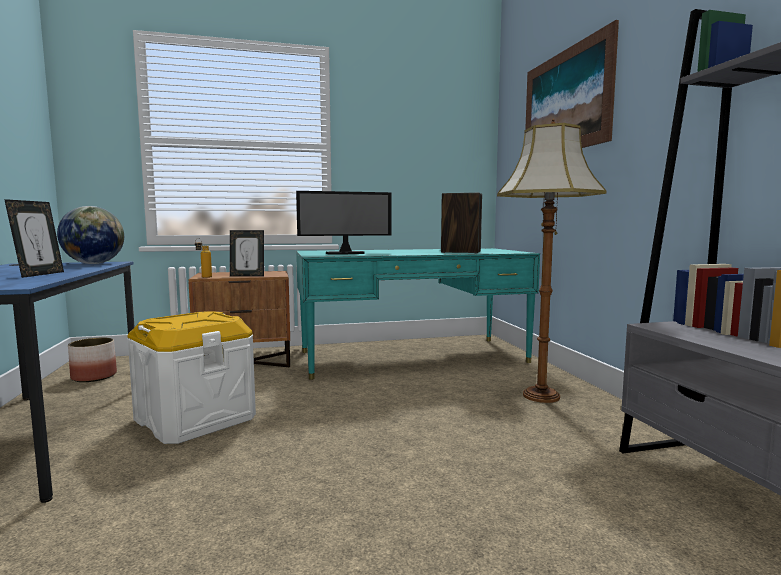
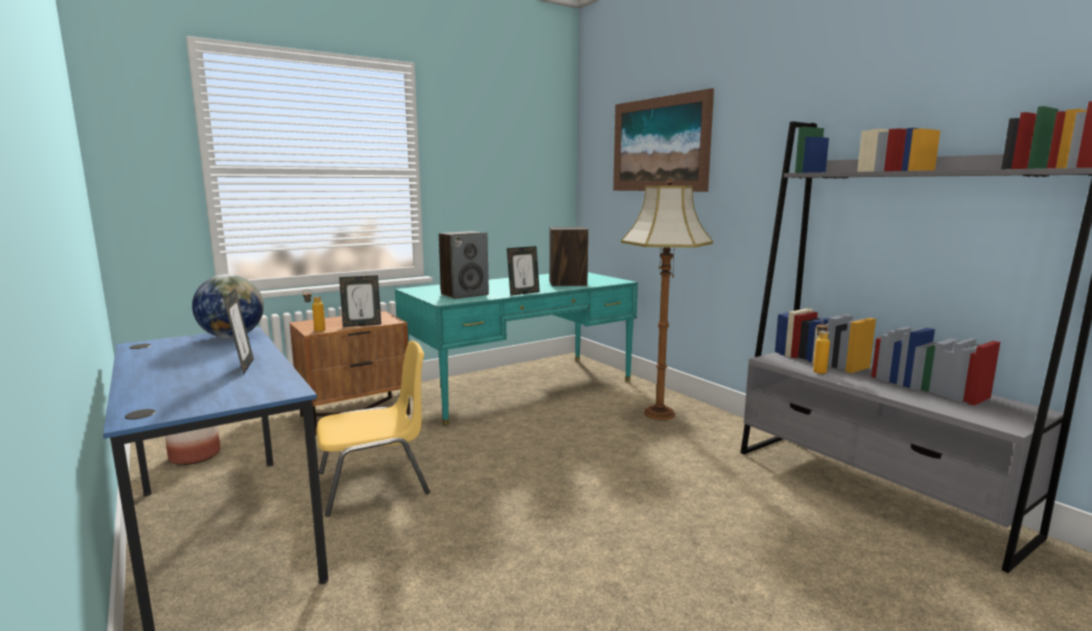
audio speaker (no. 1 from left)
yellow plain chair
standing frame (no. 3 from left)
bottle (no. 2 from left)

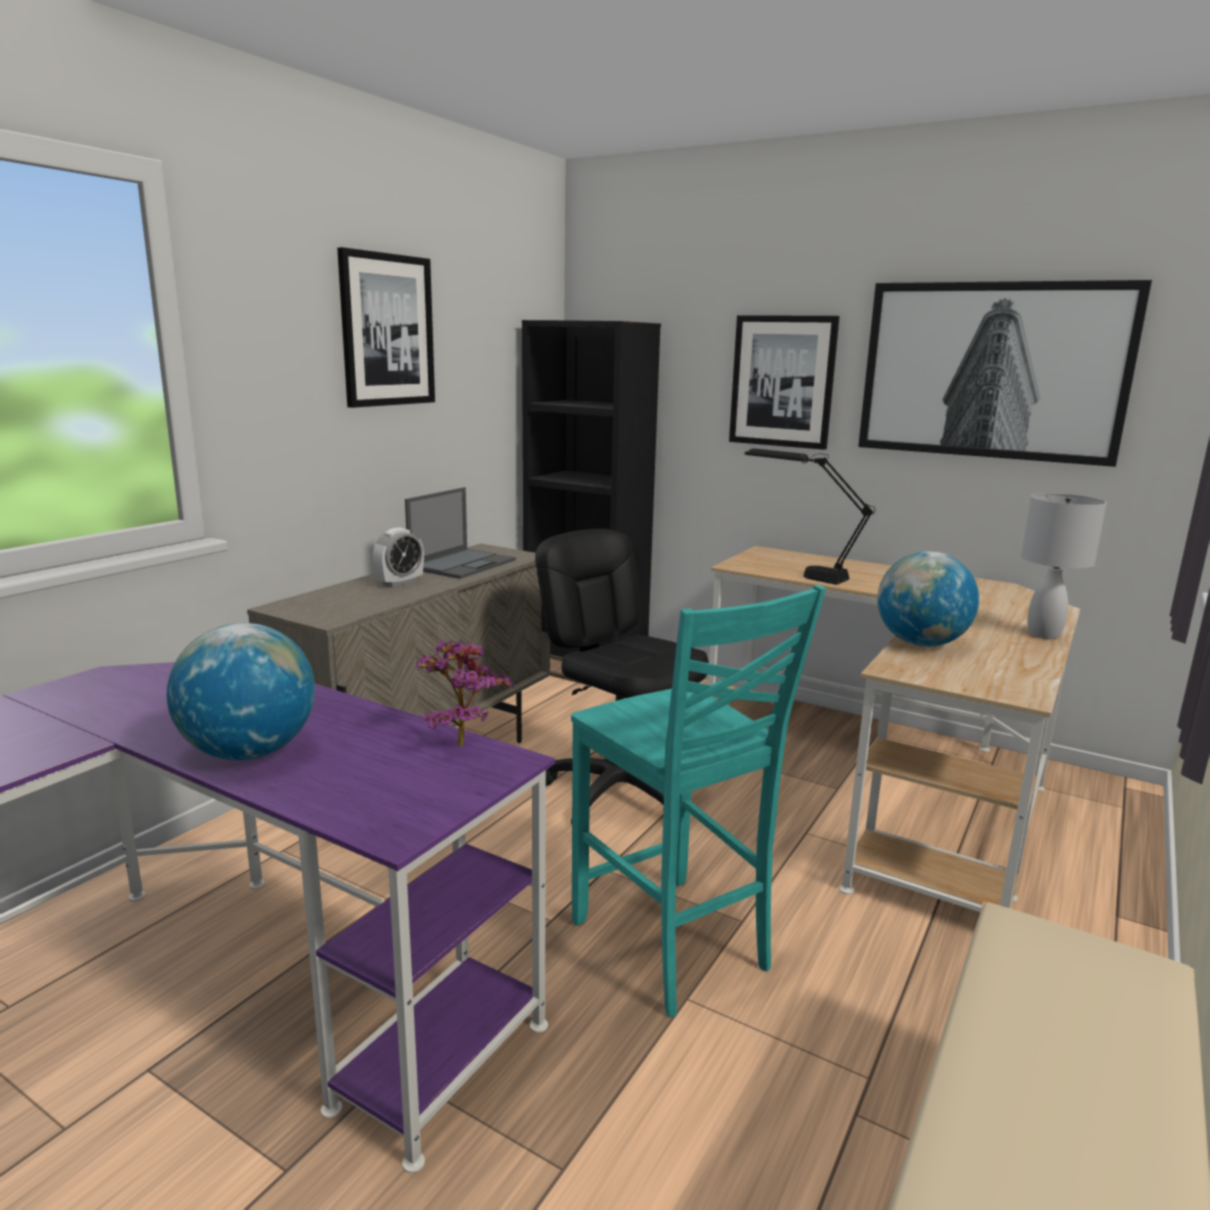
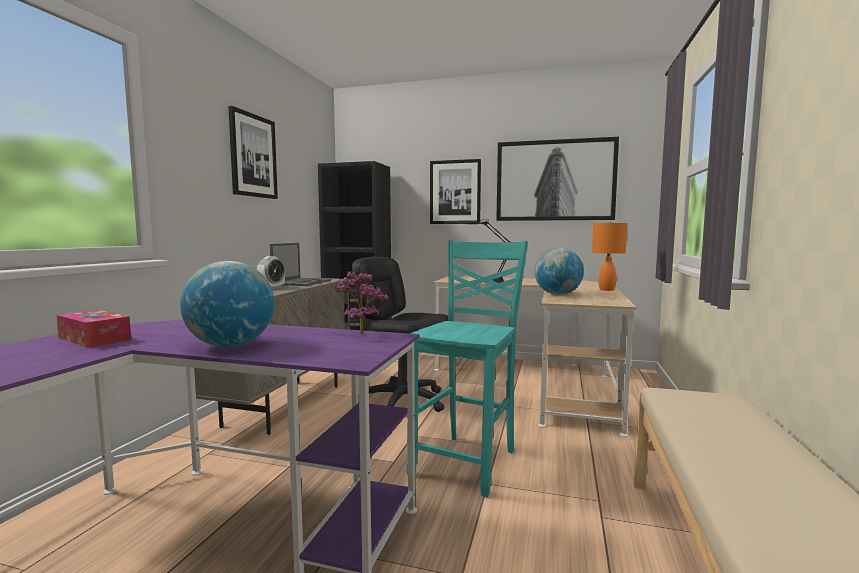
orangey tabletop lamp
turquoise-coloured plain chair
tissue box

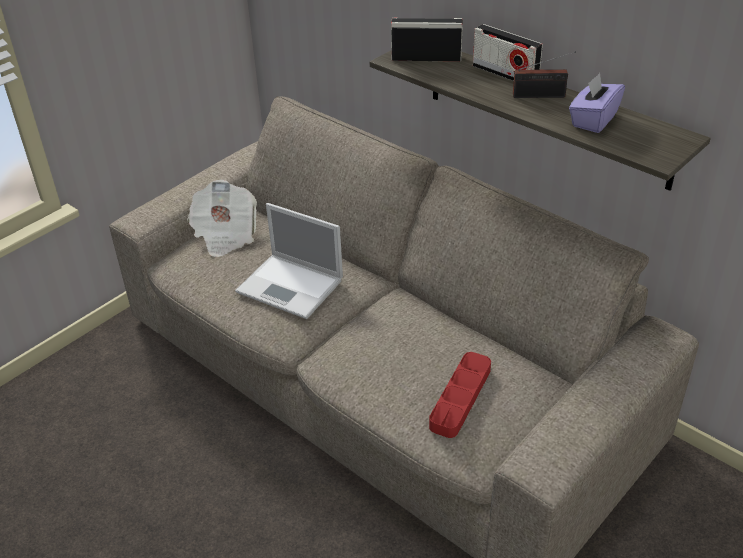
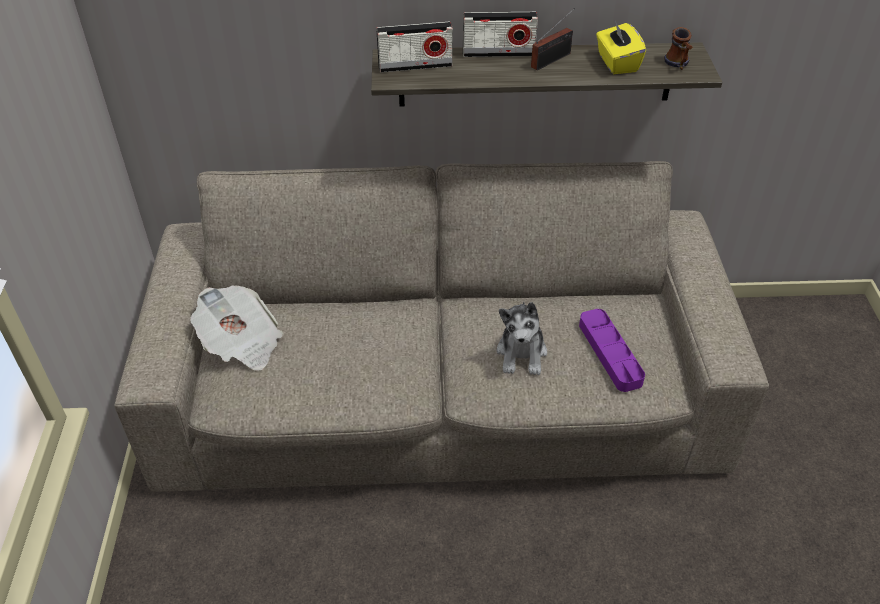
radio (no. 1 from left)
yellow tissue box
portable computer
purple-coloured tray
mug
plush toy

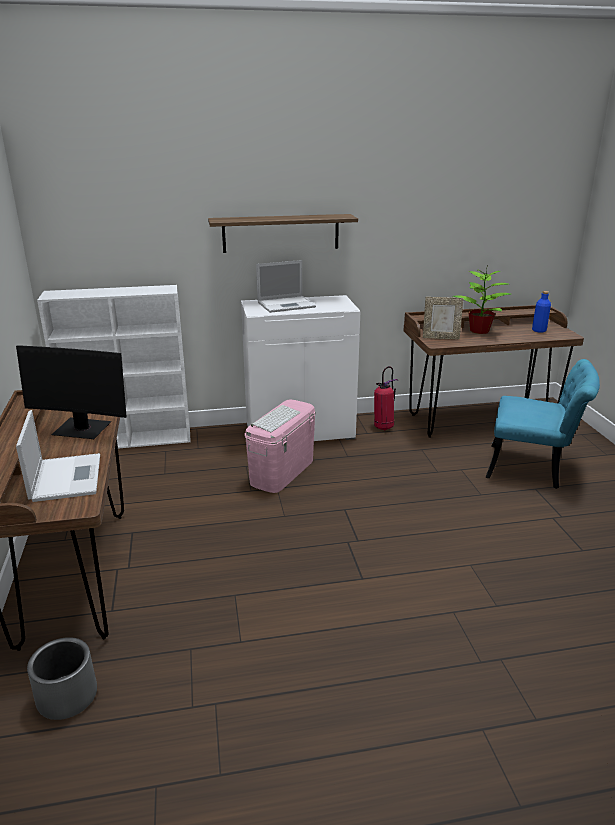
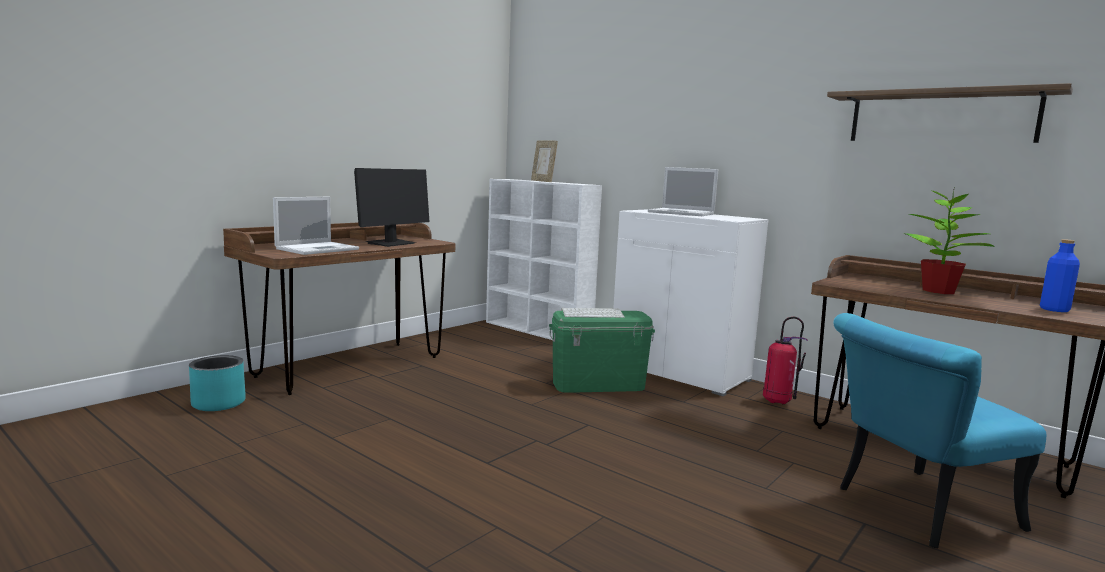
bracket shelf
standing frame
computer screen
turquoise-coloured plain chair
green storage container
turquoise-coloured planter

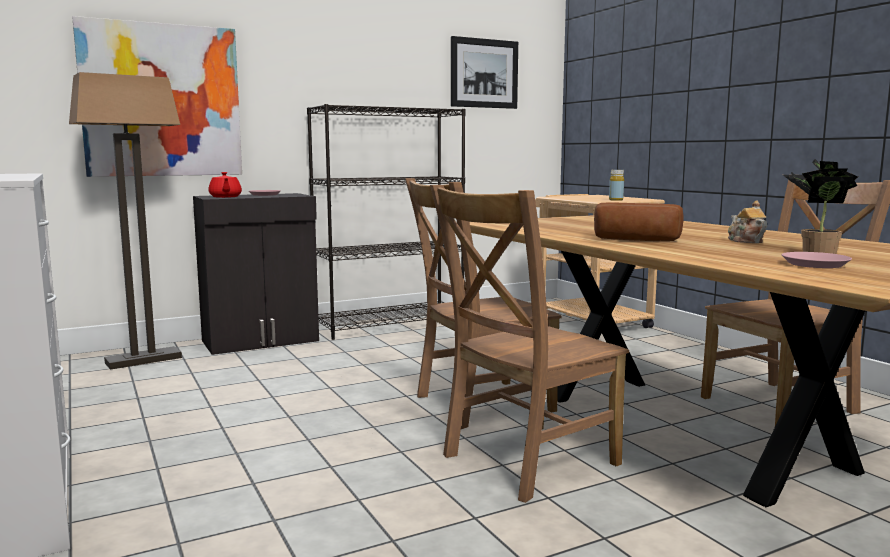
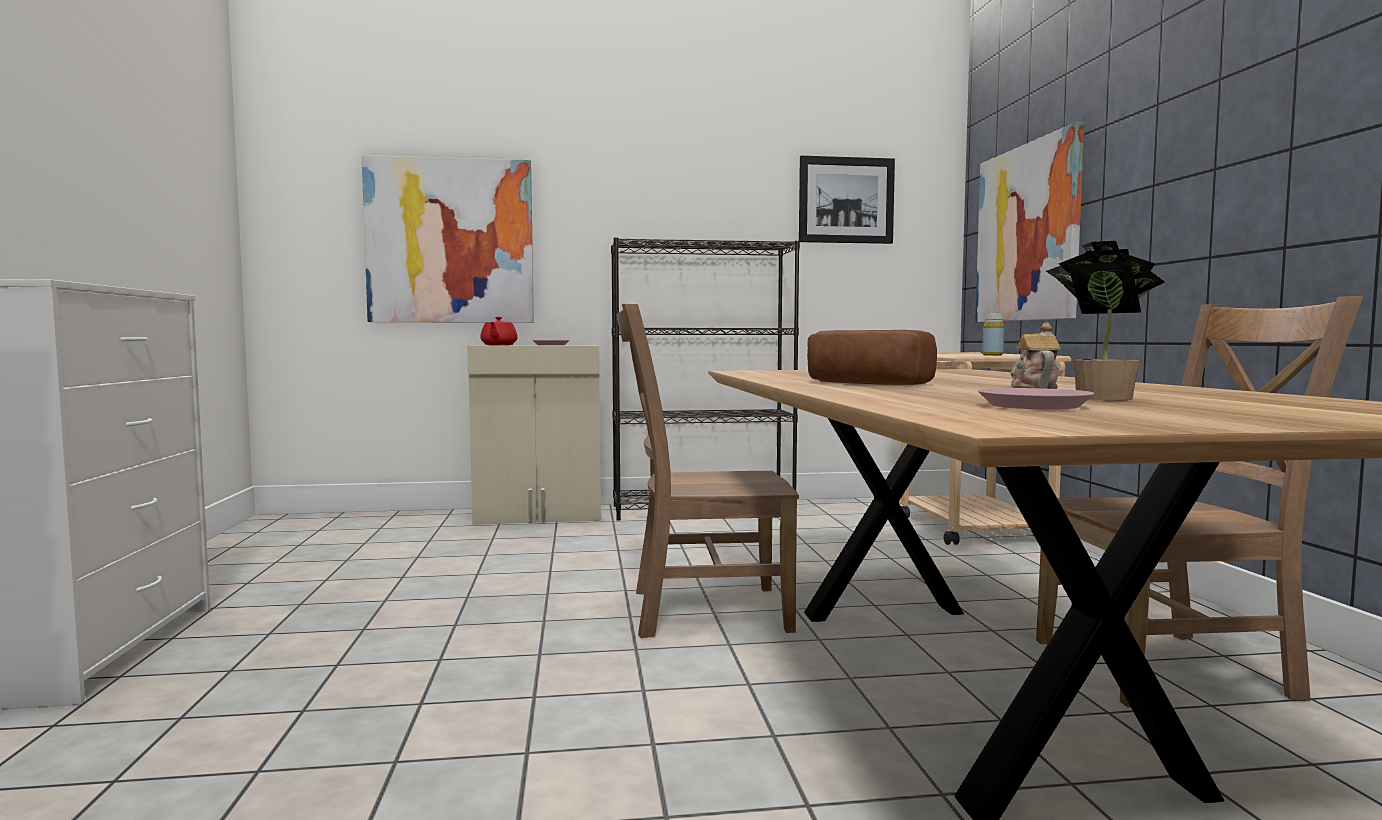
floor lamp
brownish plain chair (no. 2 from left in the first image)
beige storage cabinet
wall art (no. 3 from left)

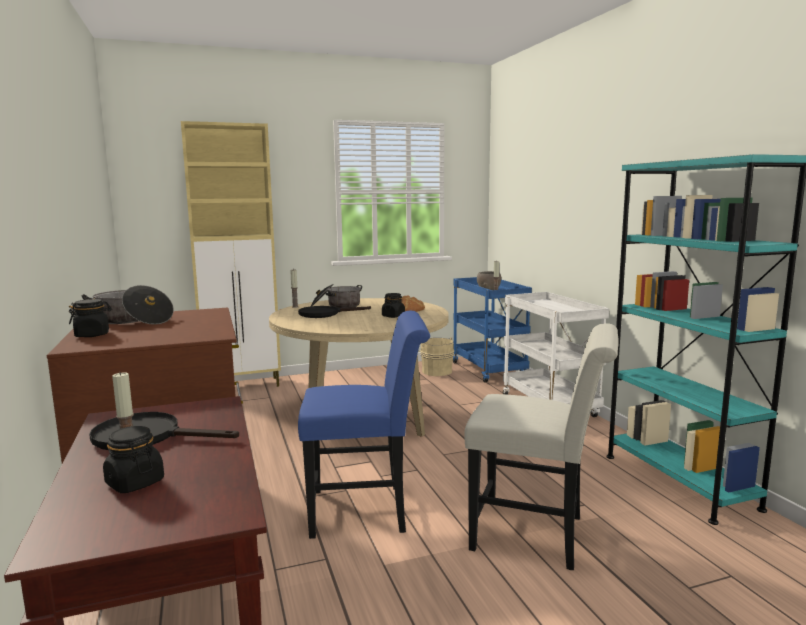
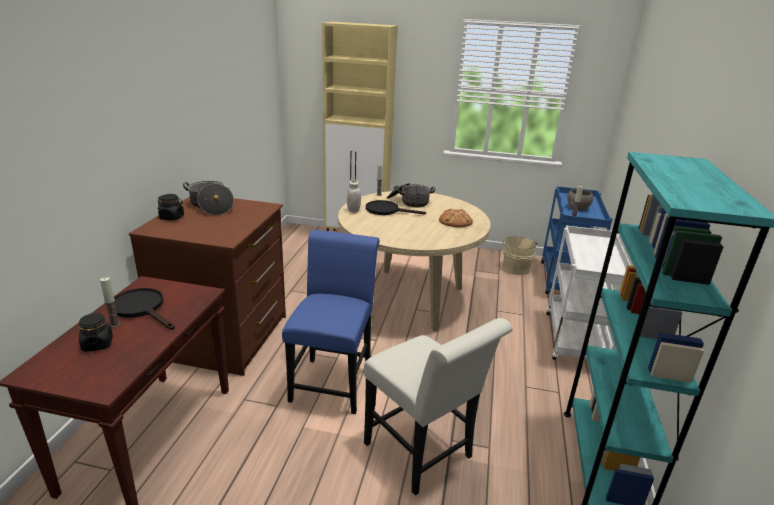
blackish storage jar (no. 3 from left in the first image)
blue-coloured plain chair
white storage jar

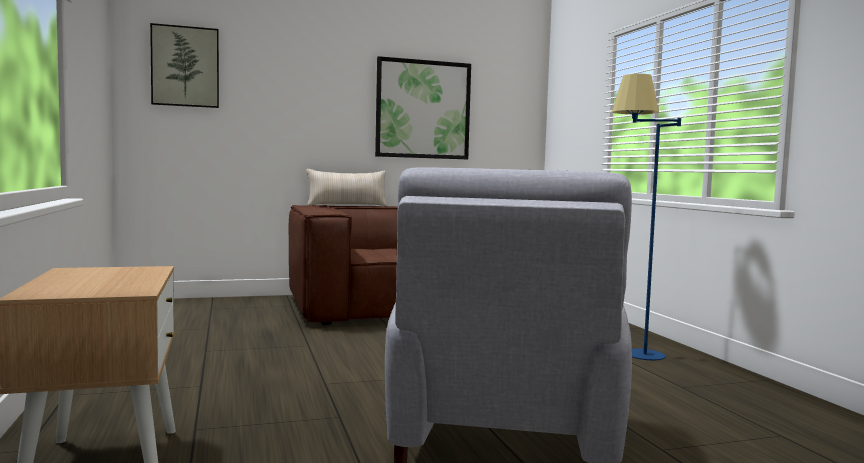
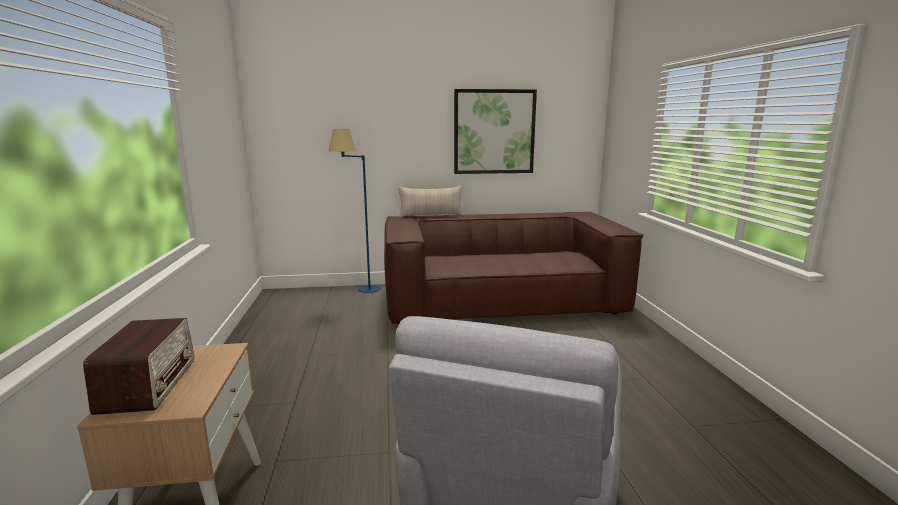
wall art (no. 1 from left in the first image)
blue-coloured floor lamp
radio

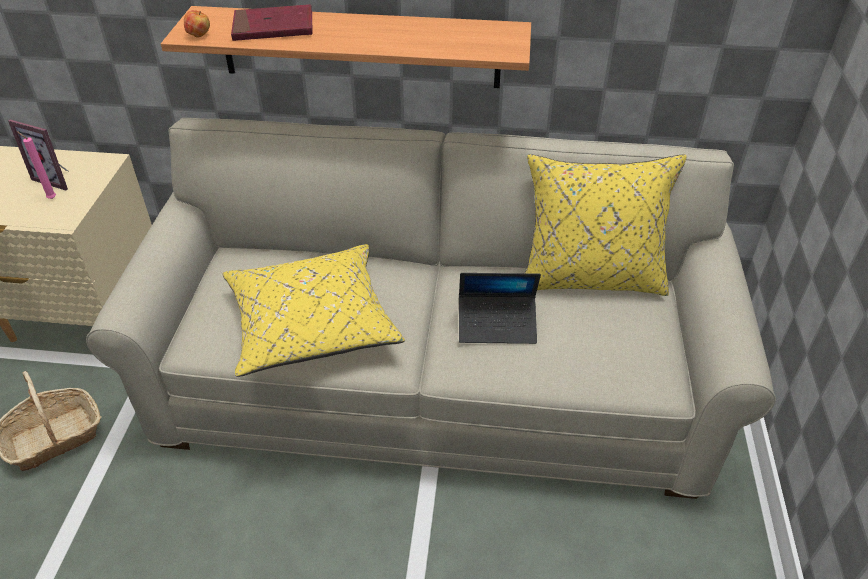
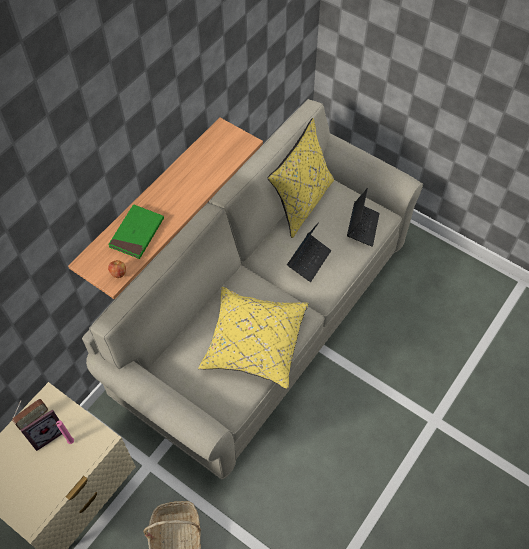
green bound book
portable computer (no. 2 from left)
radio

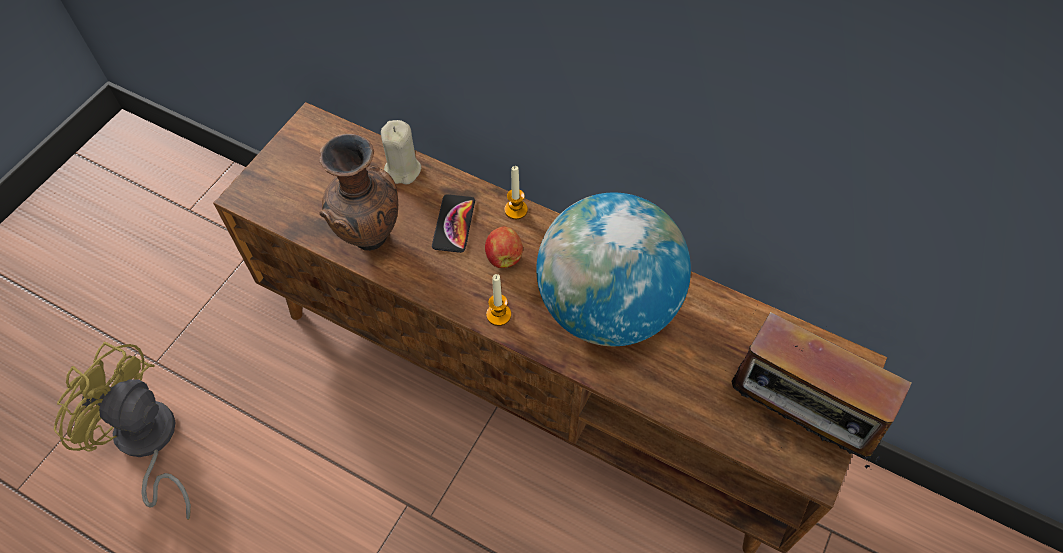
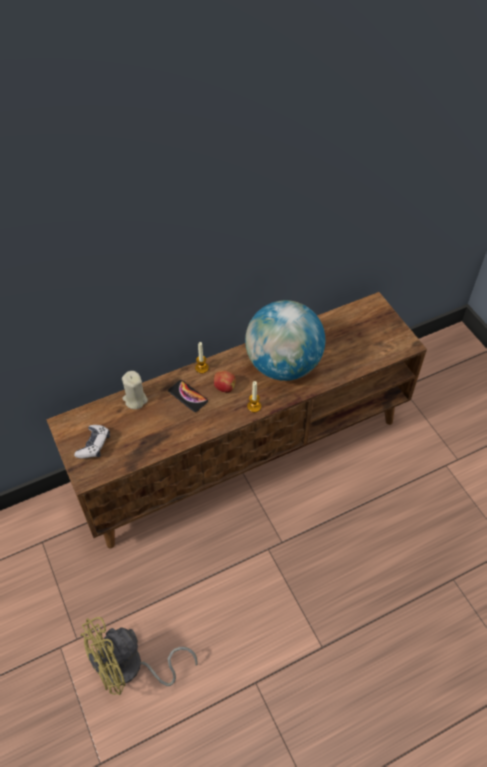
brownish flower vase
radio
gamepad

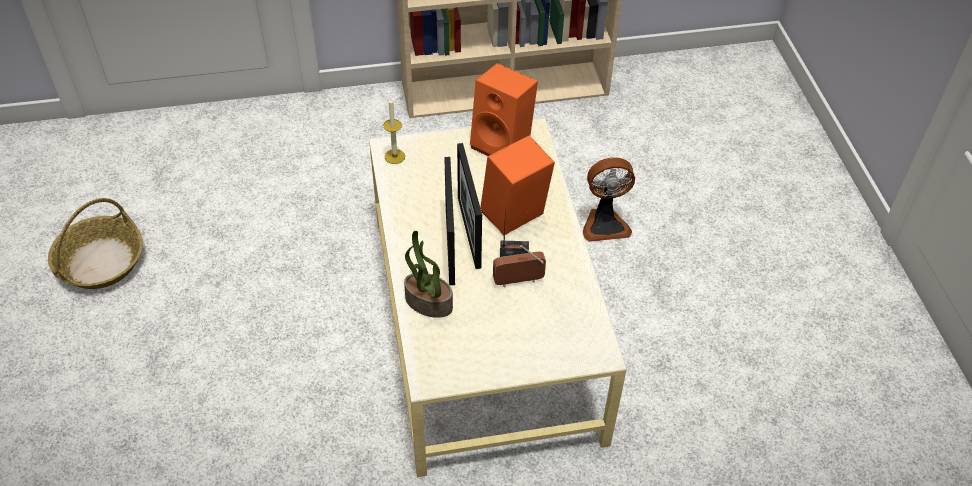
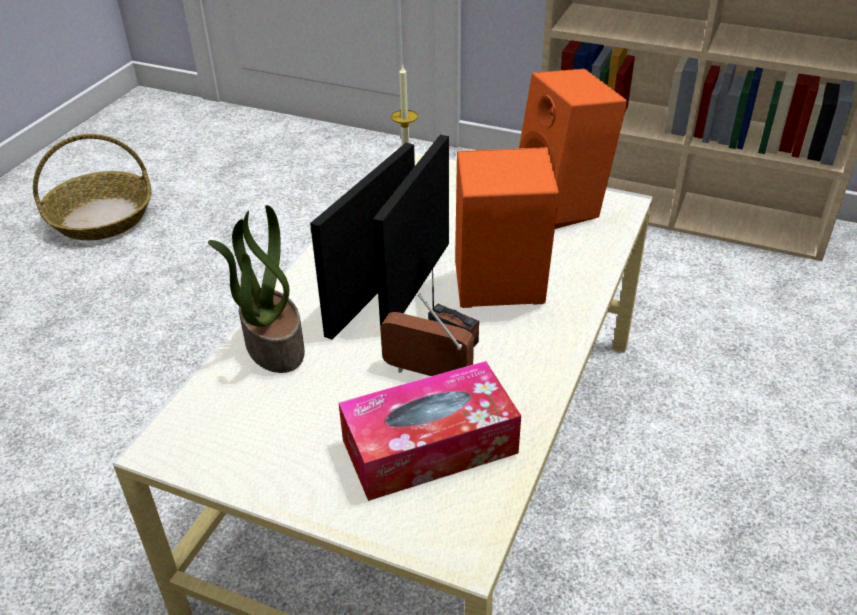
fan
tissue box

